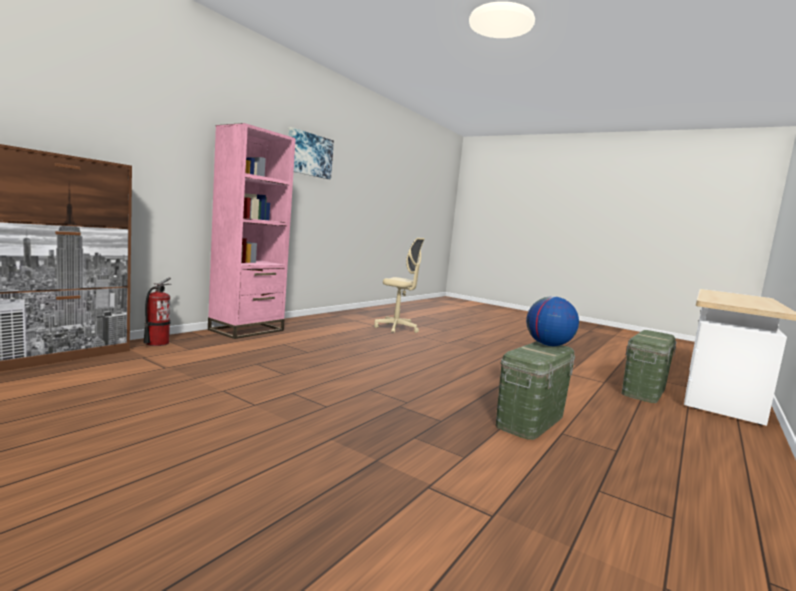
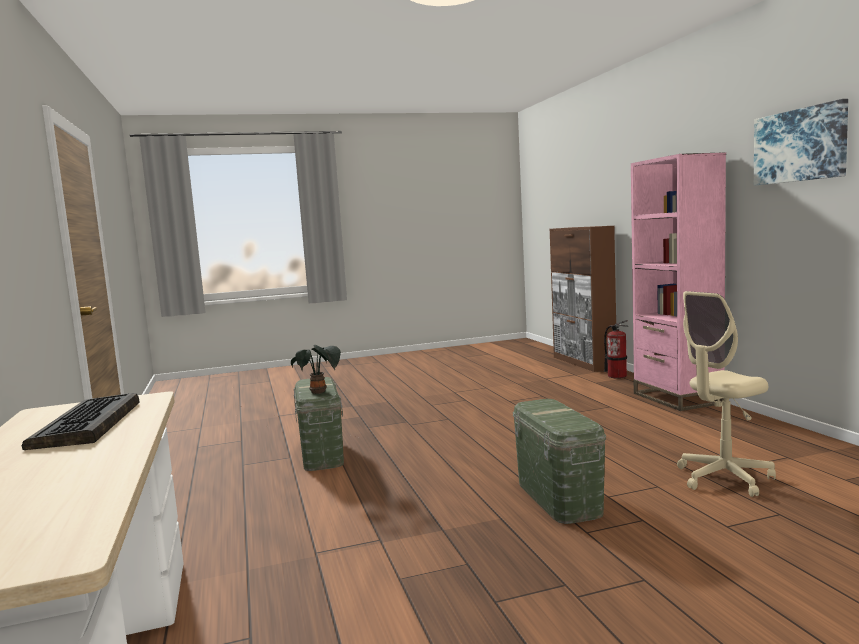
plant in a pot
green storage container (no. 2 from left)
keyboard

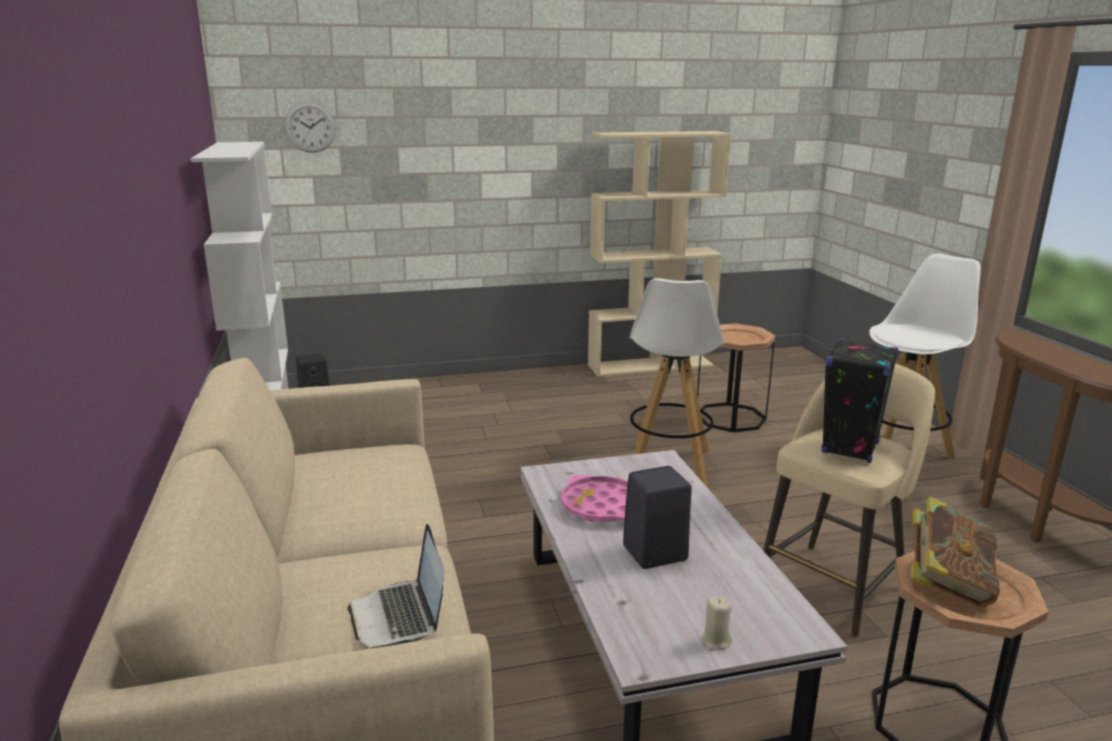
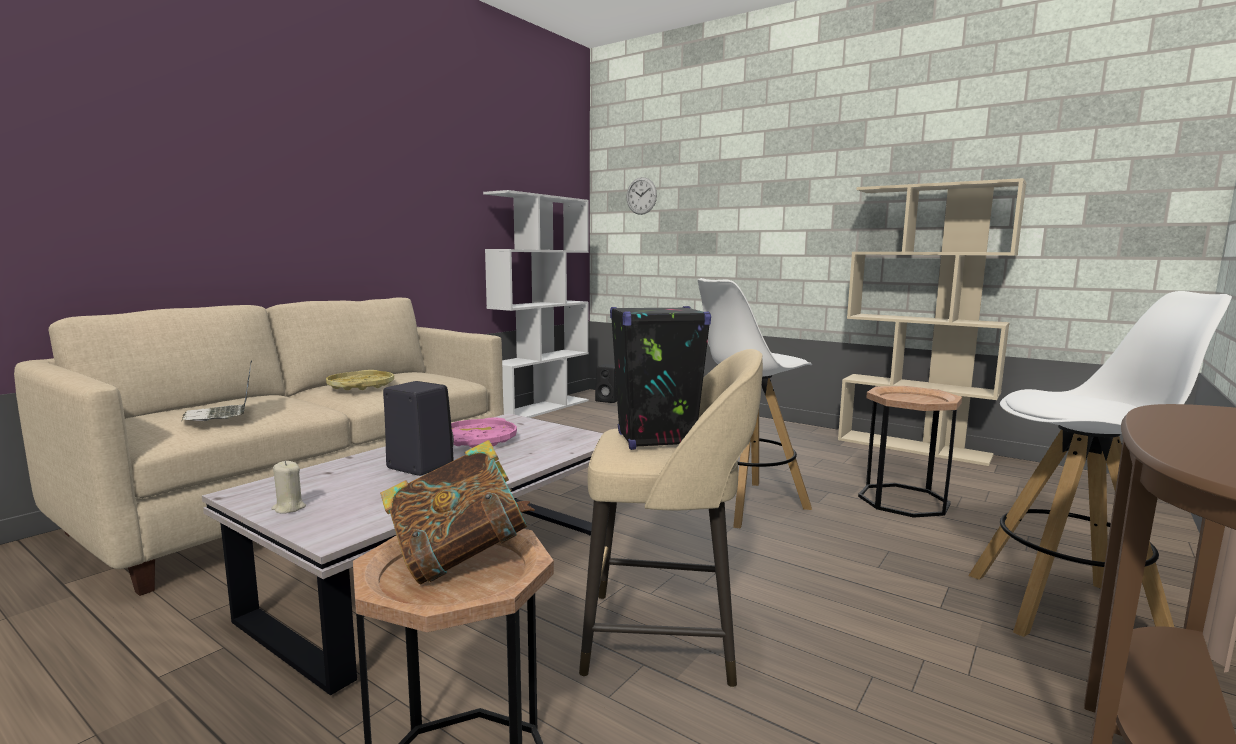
portable computer
yellow tray

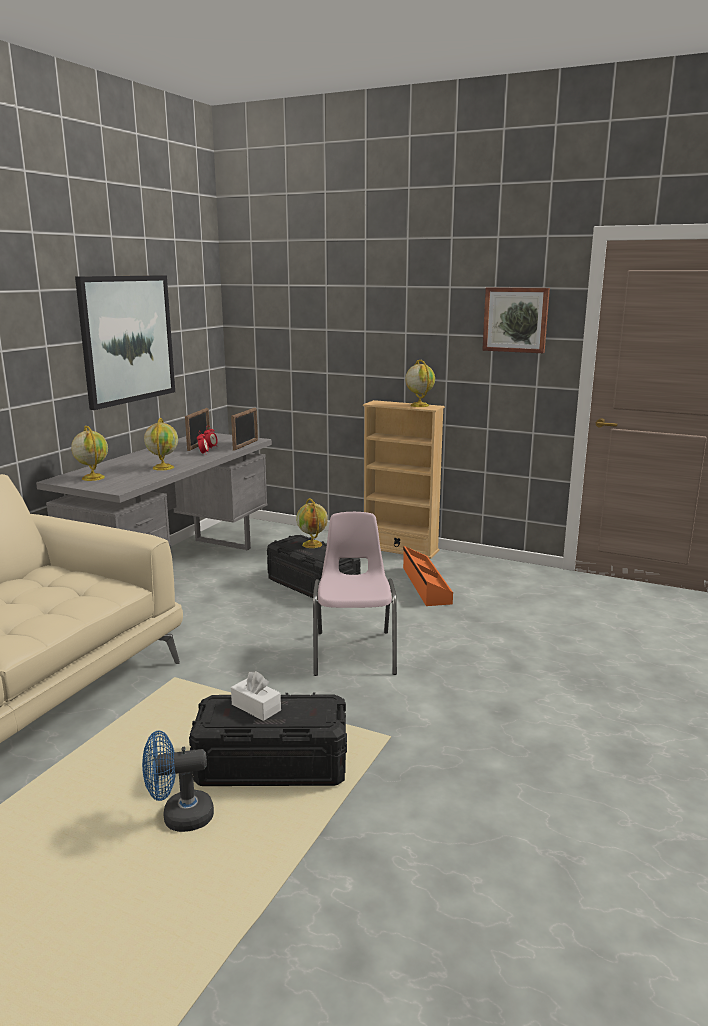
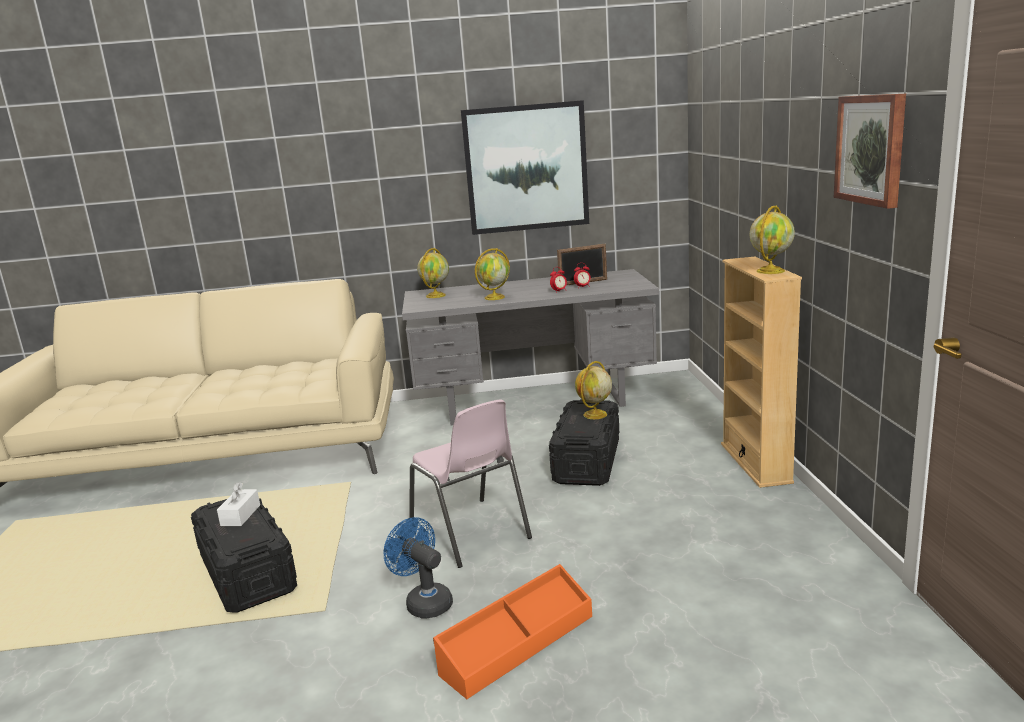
standing frame (no. 2 from left in the first image)
pinkish plain chair
orangey storage container
blue-coloured fan

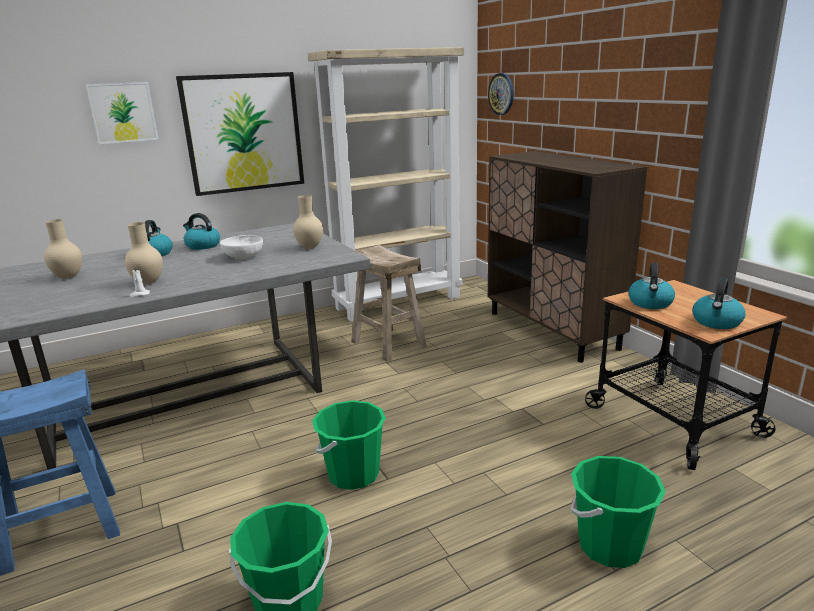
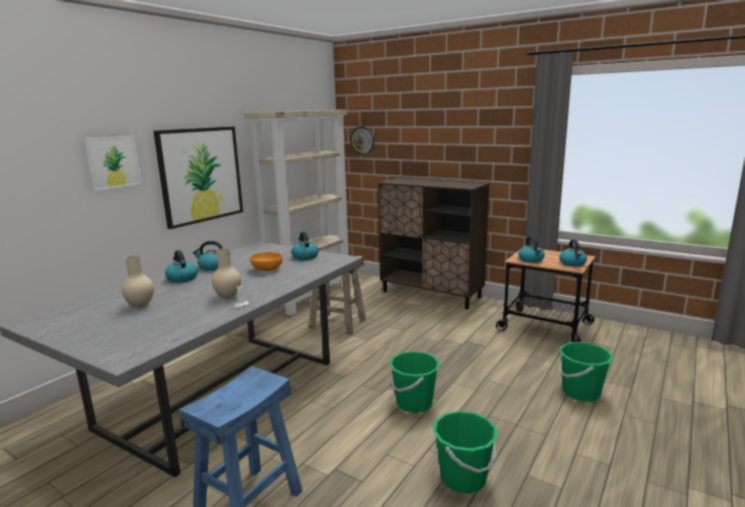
kettle (no. 3 from left)
orangey serving bowl

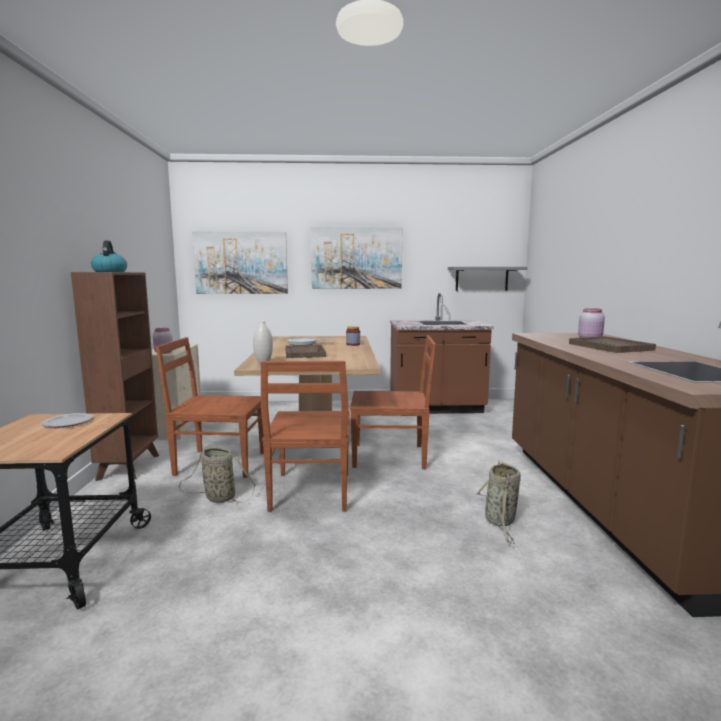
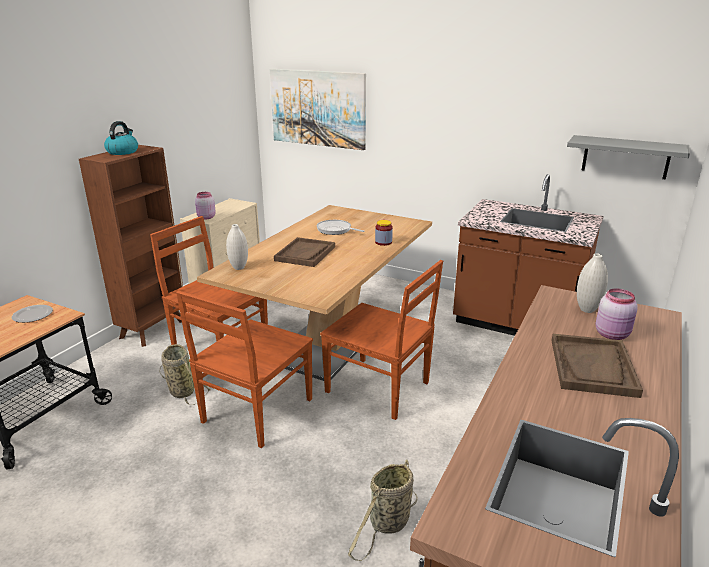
wall art (no. 2 from left in the first image)
white flower vase (no. 2 from left)

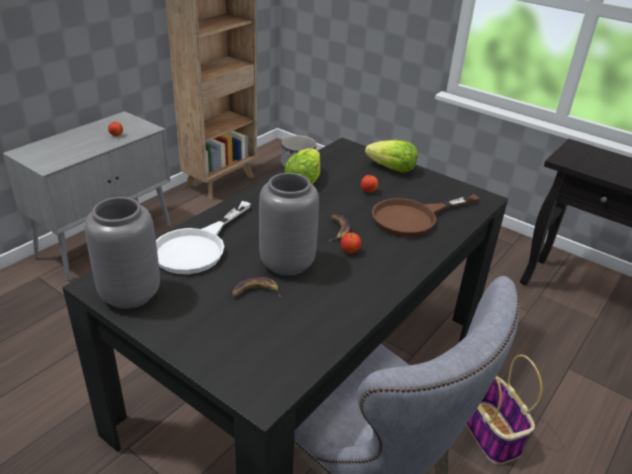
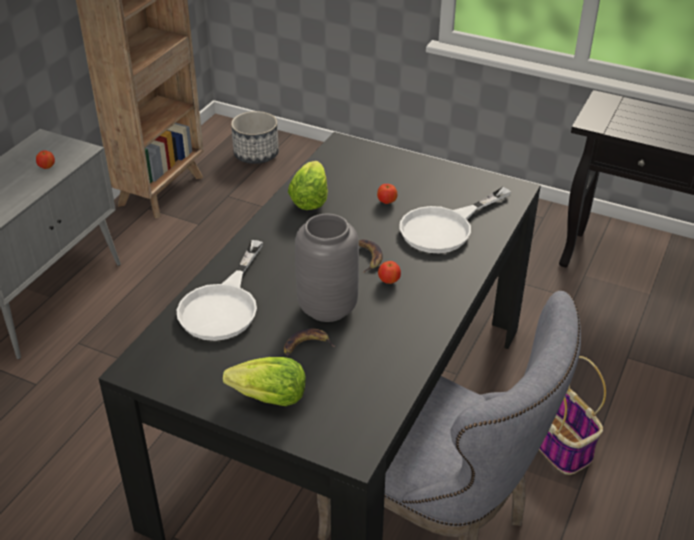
lettuce (no. 1 from left)
white frying pan (no. 2 from left)
greyish flower vase (no. 1 from left in the first image)

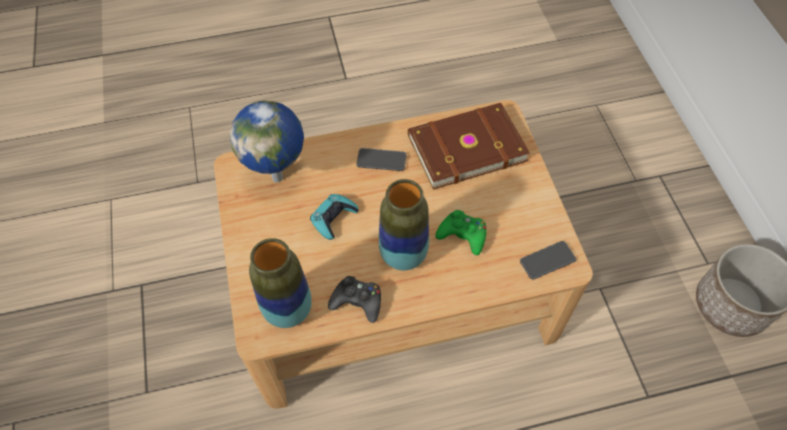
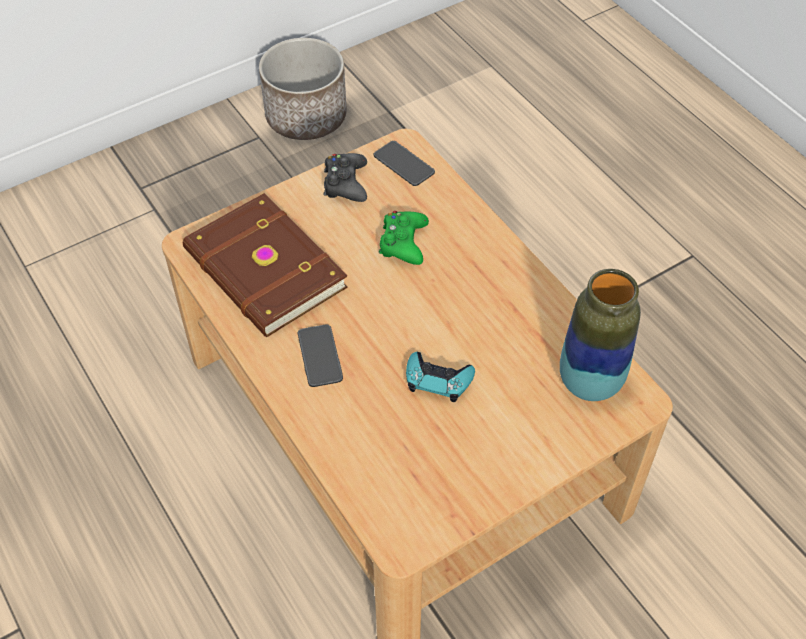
globe
flower vase (no. 2 from left in the first image)
blackish gamepad

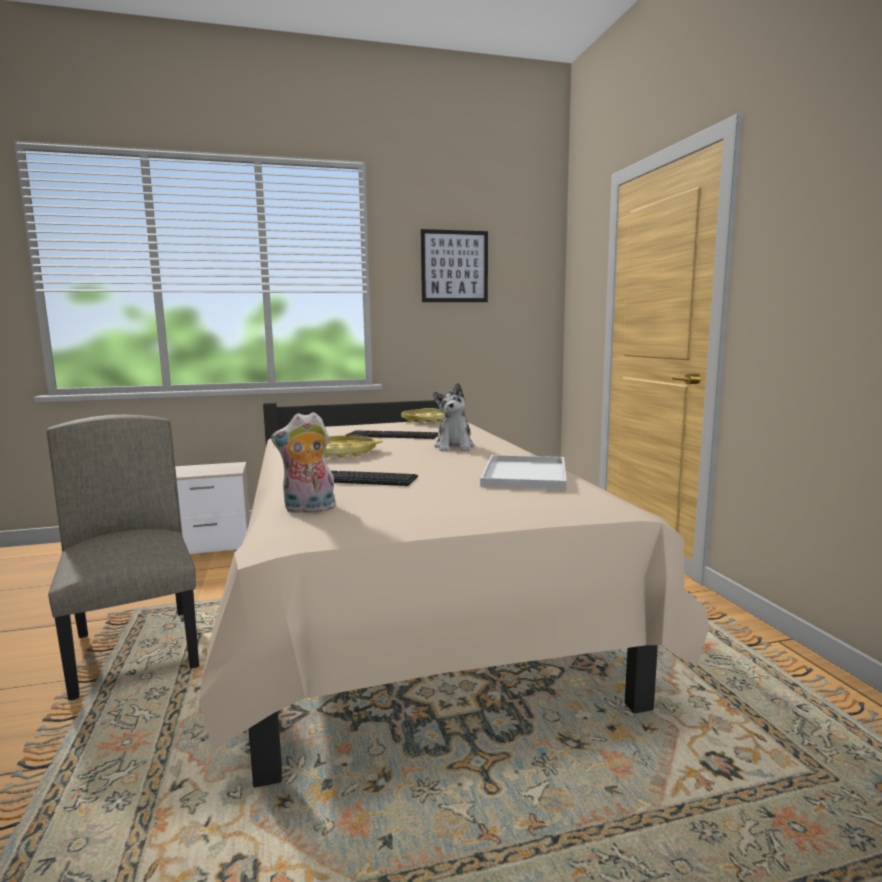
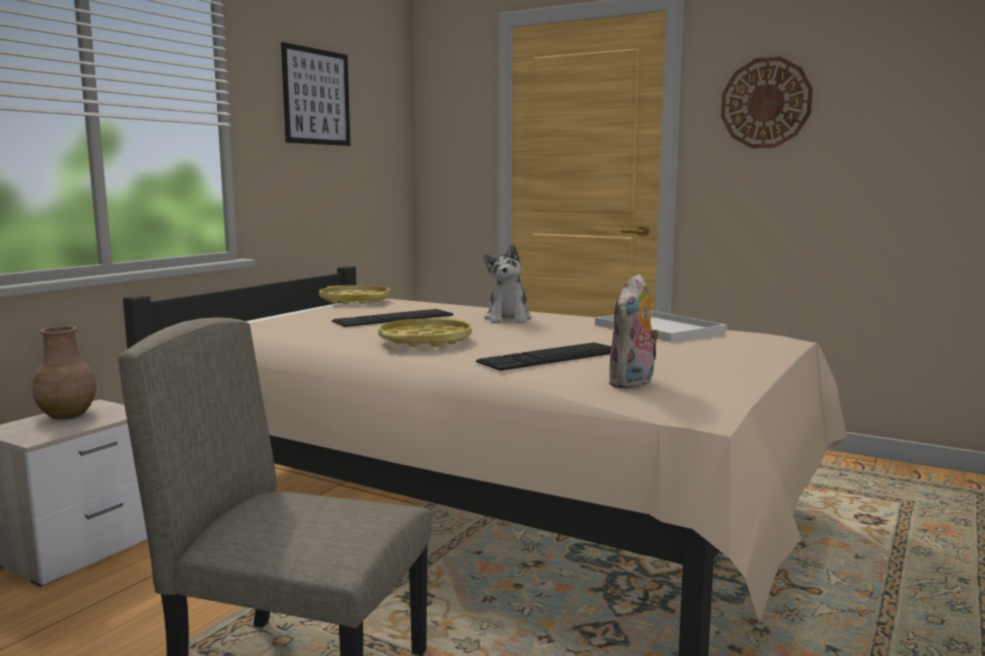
plush toy (no. 1 from left)
wall clock
brownish flower vase

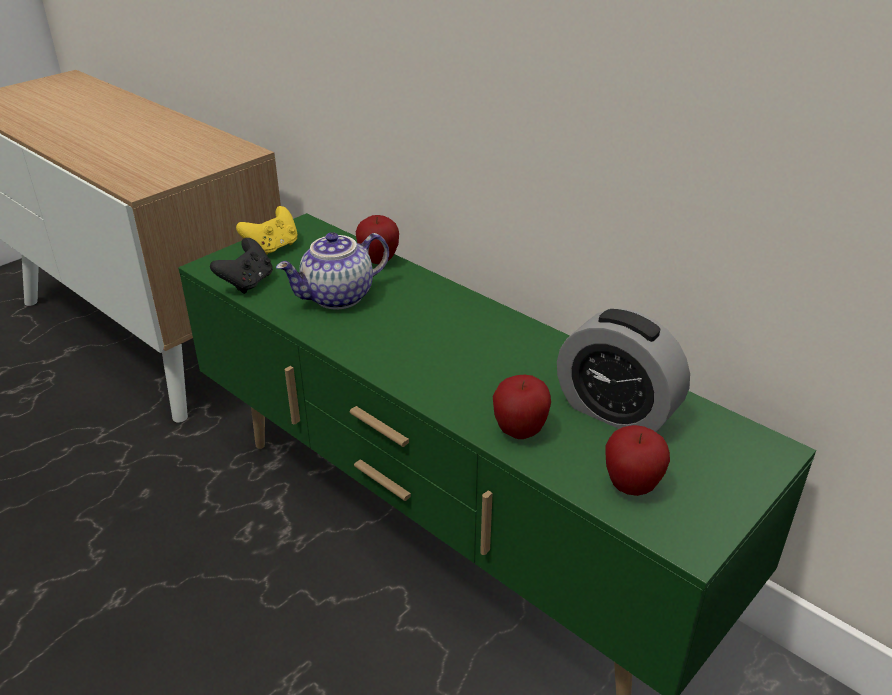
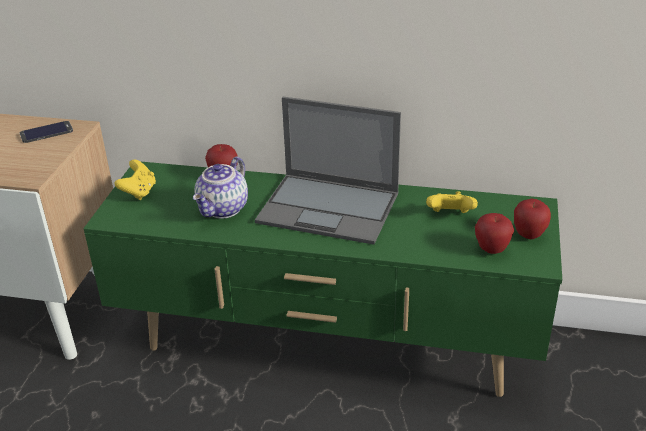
blackish gamepad
yellow gamepad (no. 2 from left)
apple fruit (no. 3 from left)
portable computer
handset

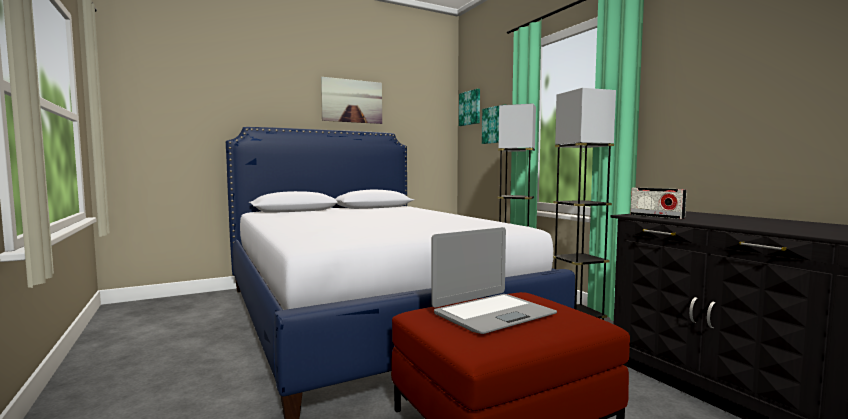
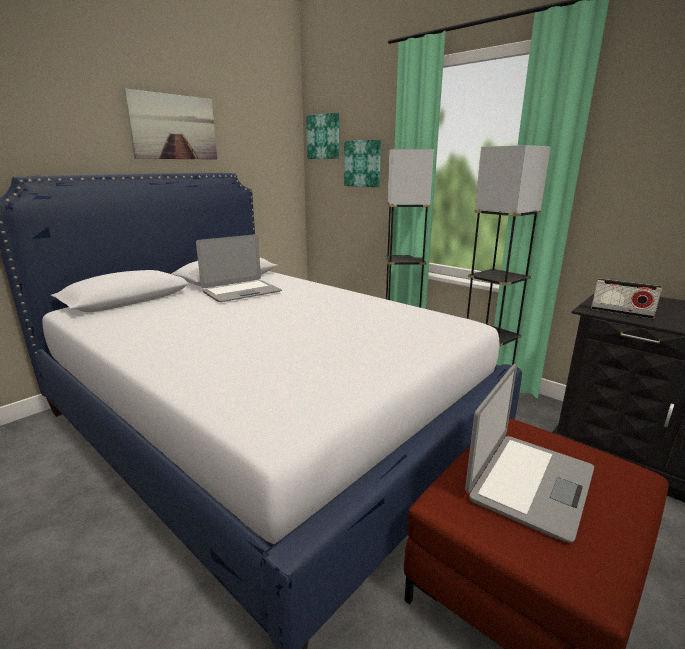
portable computer (no. 1 from left)

